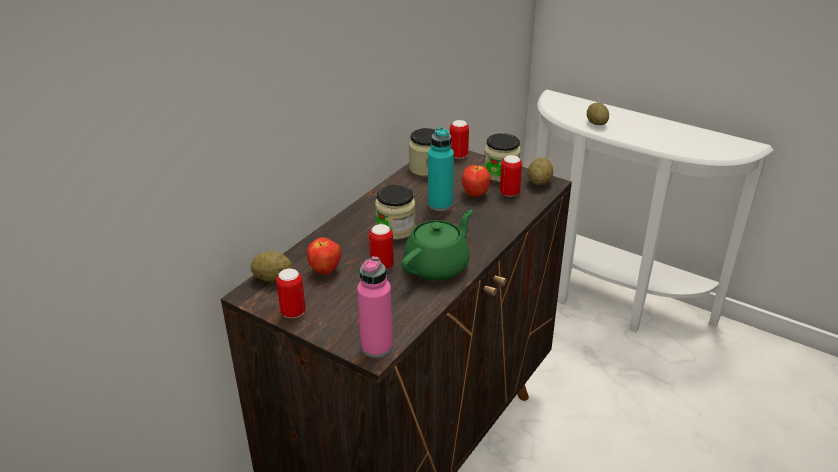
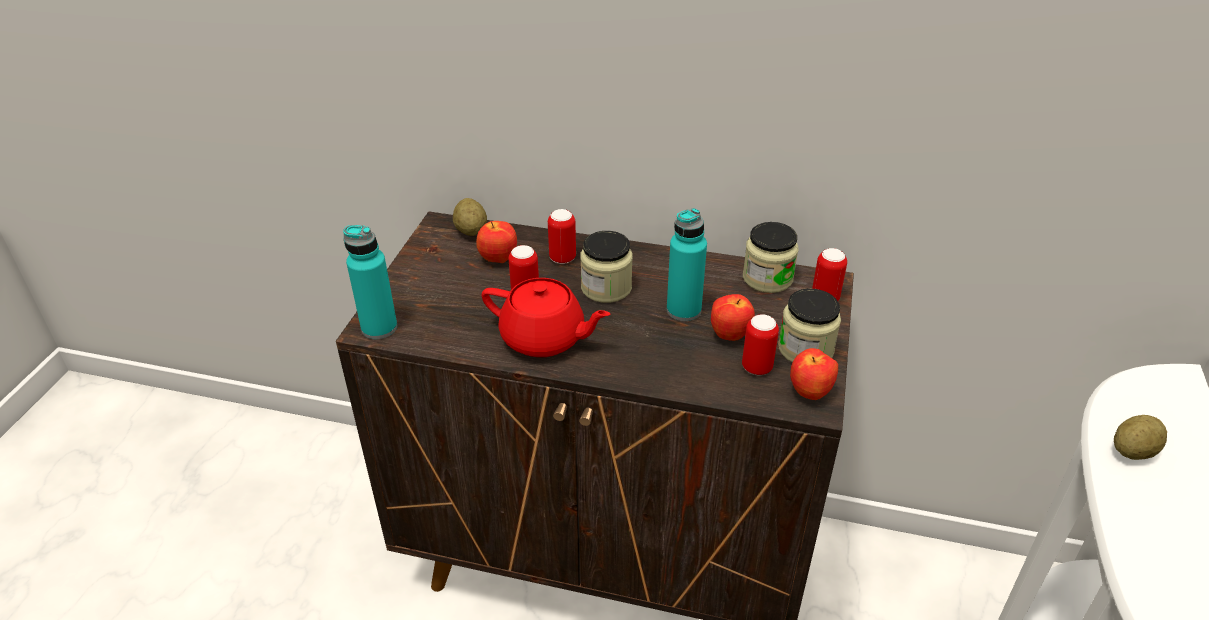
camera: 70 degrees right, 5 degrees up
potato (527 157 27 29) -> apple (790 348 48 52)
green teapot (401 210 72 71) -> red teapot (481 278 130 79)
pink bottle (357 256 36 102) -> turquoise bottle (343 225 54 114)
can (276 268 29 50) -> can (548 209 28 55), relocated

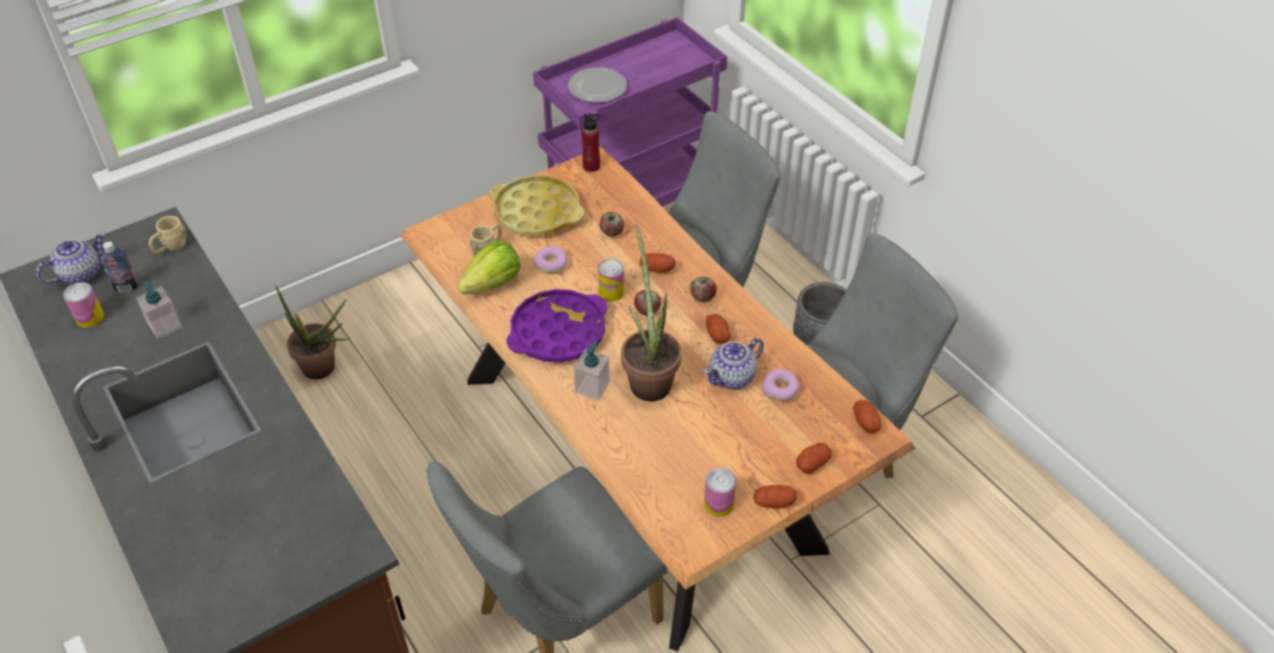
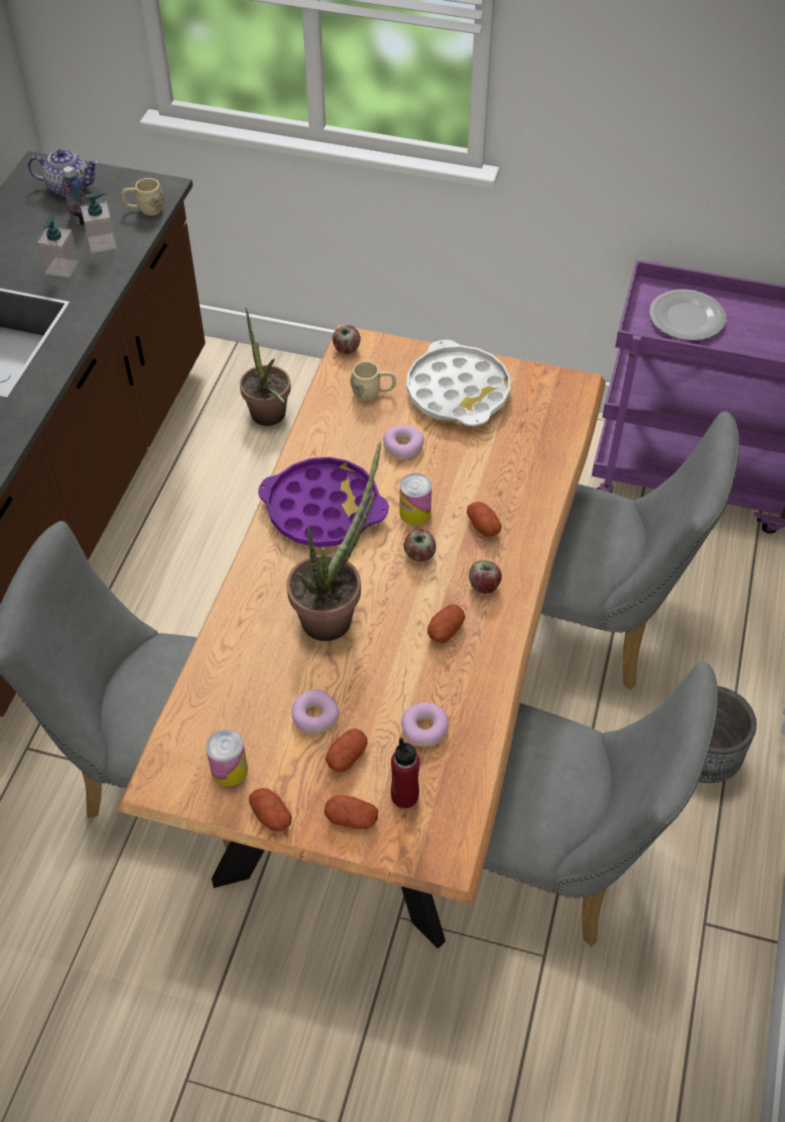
camera: 50 degrees right, 5 degrees up
red bottle (581 114 19 58) -> red bottle (391 737 29 71), relocated
yellow tray (489 175 95 61) -> white tray (407 340 103 86)
apple (600 212 24 25) -> apple (332 325 28 29), relocated
lettuce (457 241 64 53) -> none
can (63 282 41 46) -> none
teapot (703 338 61 51) -> none
soap dispenser (574 339 36 62) -> soap dispenser (80 192 37 61), relocated
potato (853 400 29 33) -> potato (326 728 42 44), relocated
none -> donut (292 689 47 45)

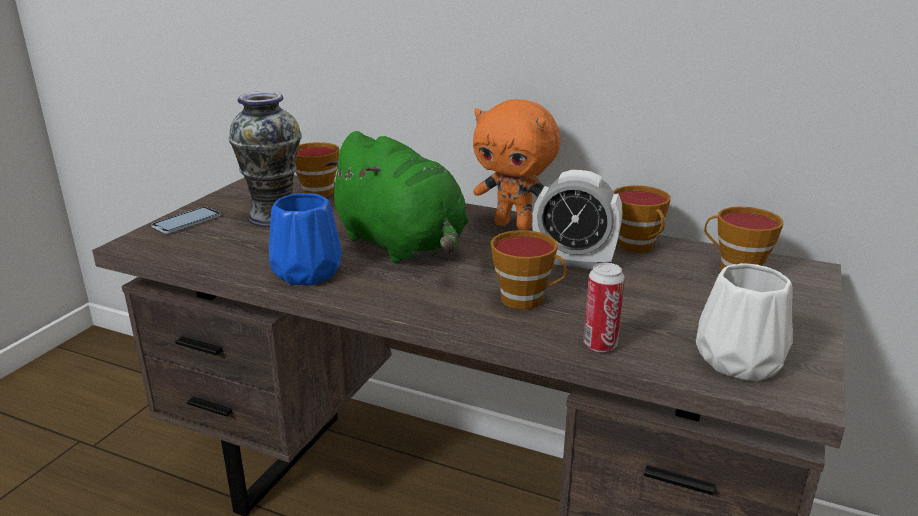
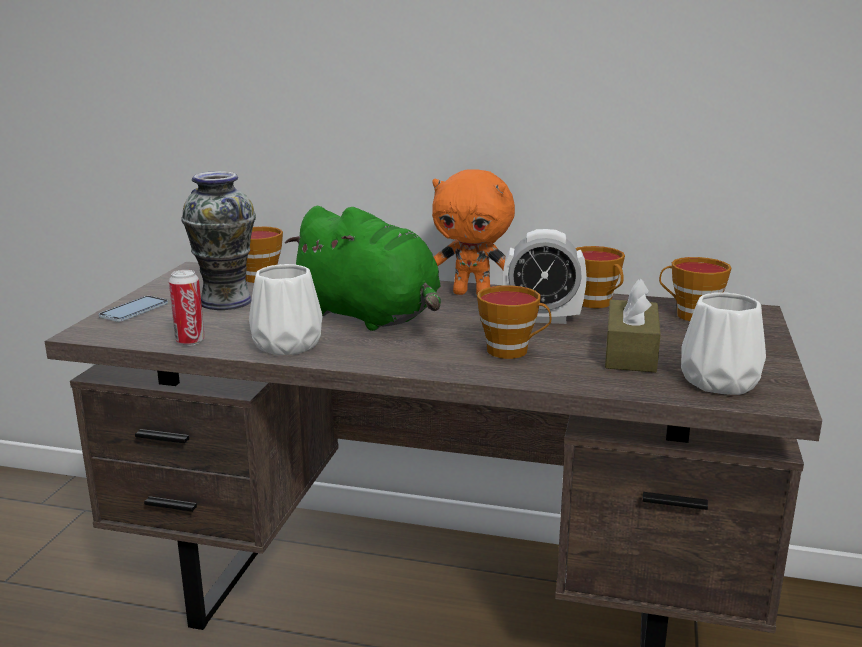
camera: 10 degrees left, 5 degrees down
blue vase (269 193 73 92) -> white vase (249 264 73 91)
can (583 262 42 90) -> can (169 270 36 76), relocated
none -> brown tissue box (605 279 56 94)

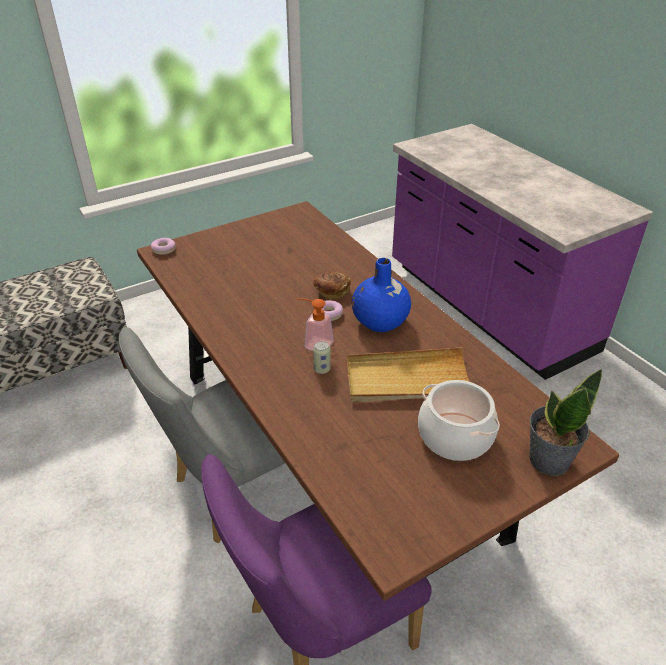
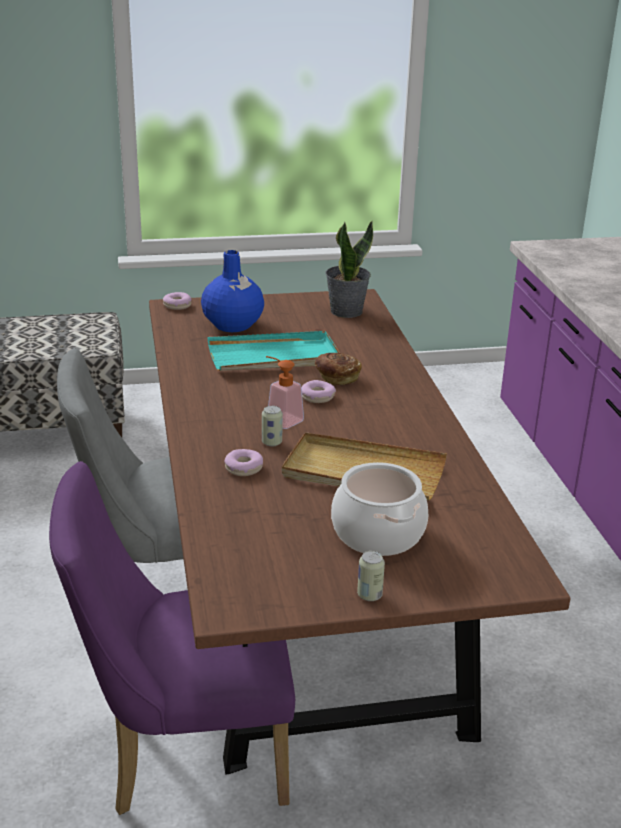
camera: 20 degrees right, 10 degrees down
blue vase (352 258 59 74) -> blue vase (201 250 63 82), relocated
potted plant (530 369 72 107) -> potted plant (325 221 48 97), relocated
none -> turquoise tray (207 331 133 40)
none -> donut (225 449 38 27)
none -> can (357 551 28 50)

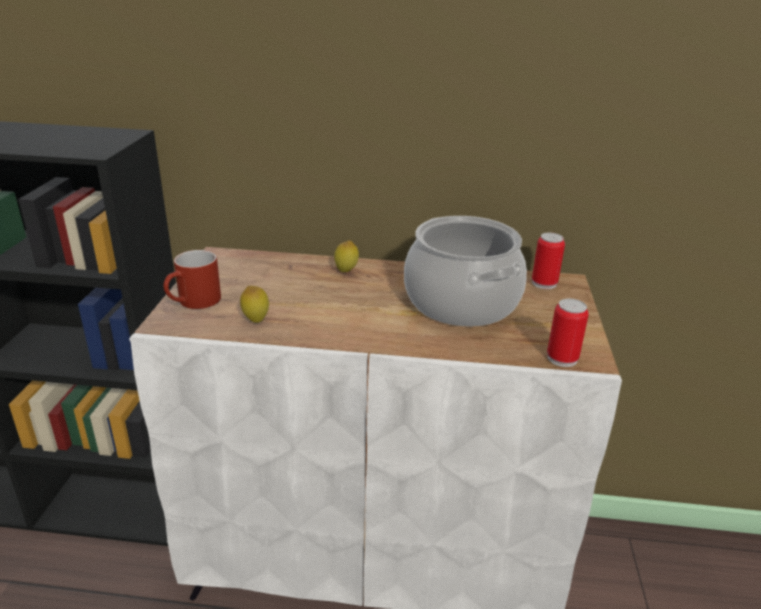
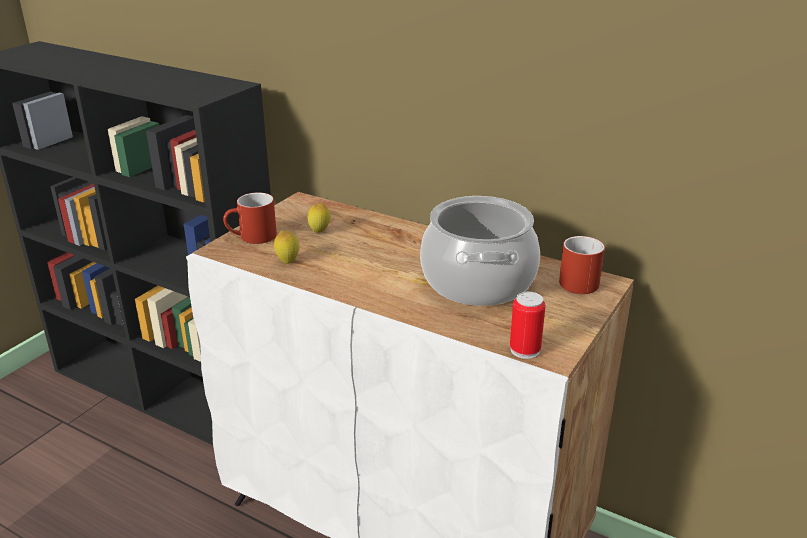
camera: 25 degrees right, 0 degrees up
can (532 232 33 57) -> red mug (559 236 46 58)
lemon (334 240 25 32) -> lemon (307 203 24 30), relocated

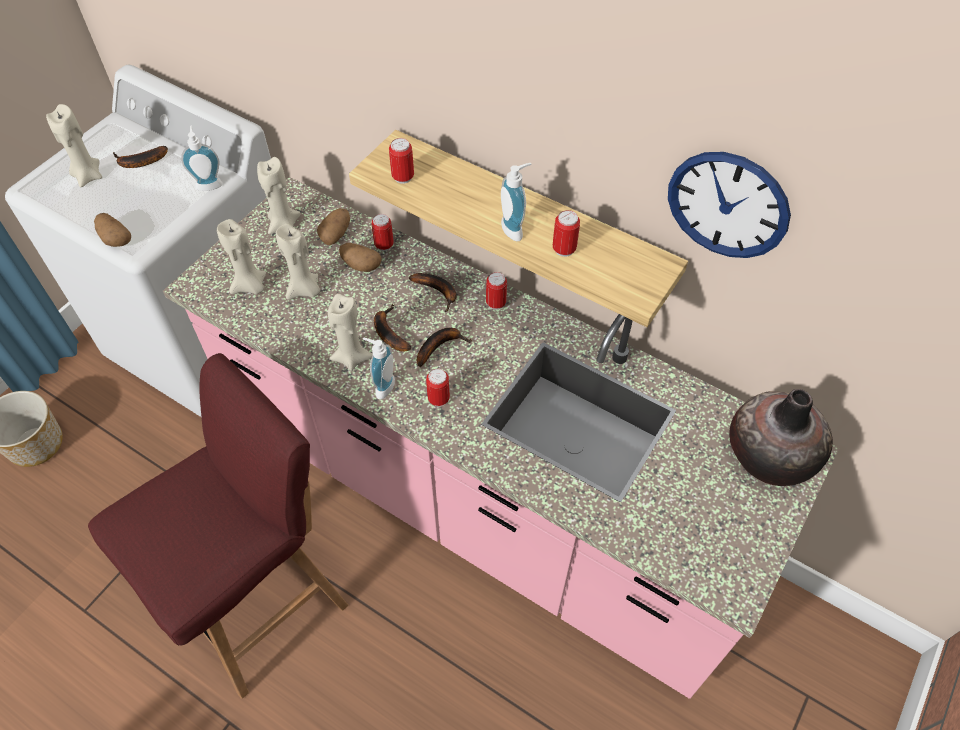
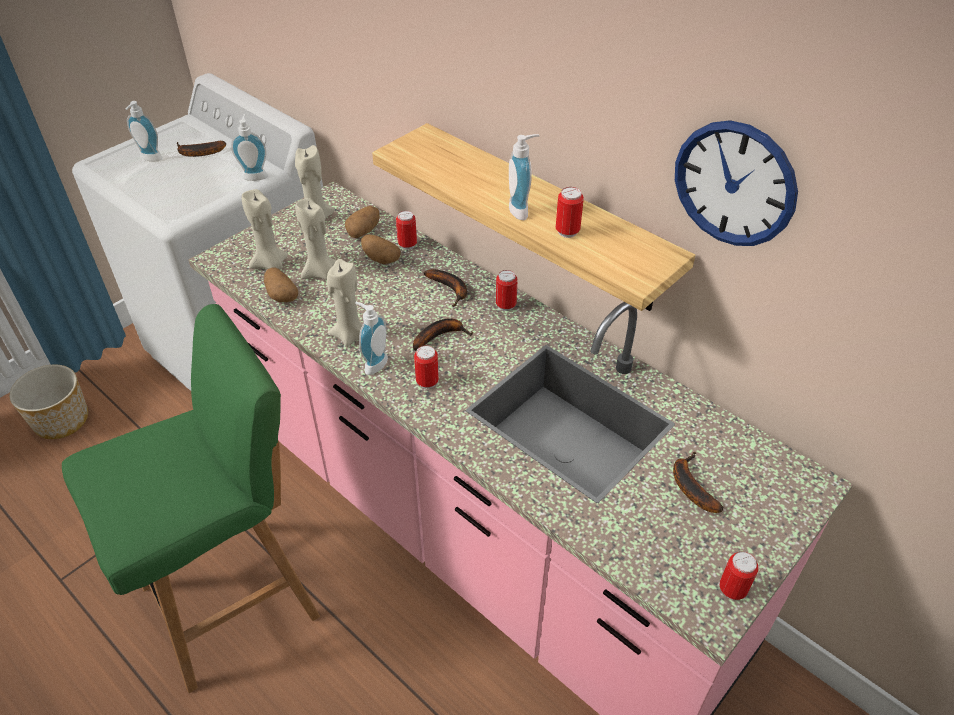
camera: 10 degrees right, 10 degrees down
beige candle (46 104 56 84) -> soap dispenser (126 101 37 60)
can (389 138 25 45) -> can (719 552 39 48), relocated
potato (94 213 37 34) -> potato (264 267 34 35), relocated
banana (374 304 37 47) -> banana (673 451 51 62), relocated
red stool (88 353 260 346) -> green stool (62 304 258 389)
vase (729 389 104 97) -> none

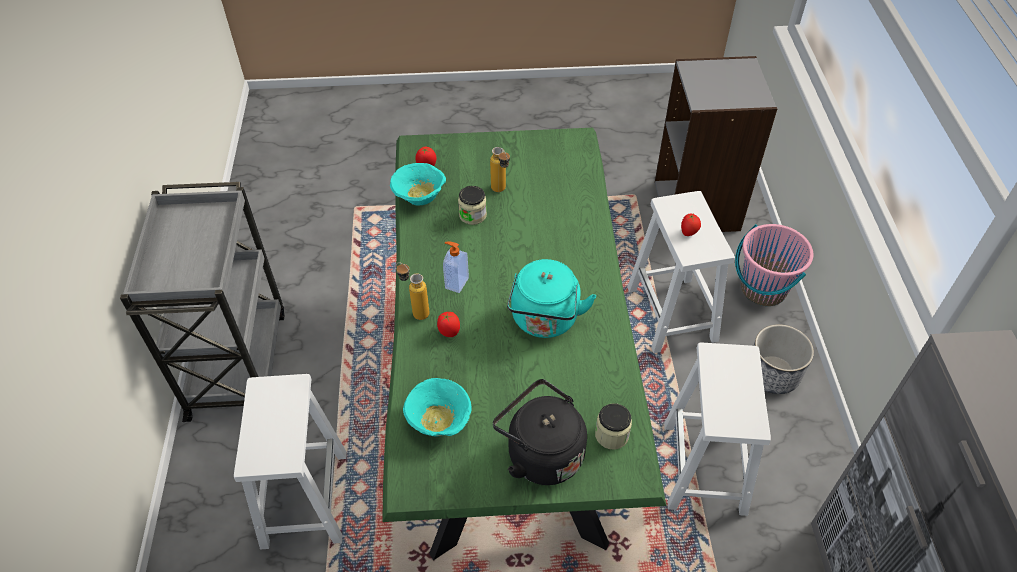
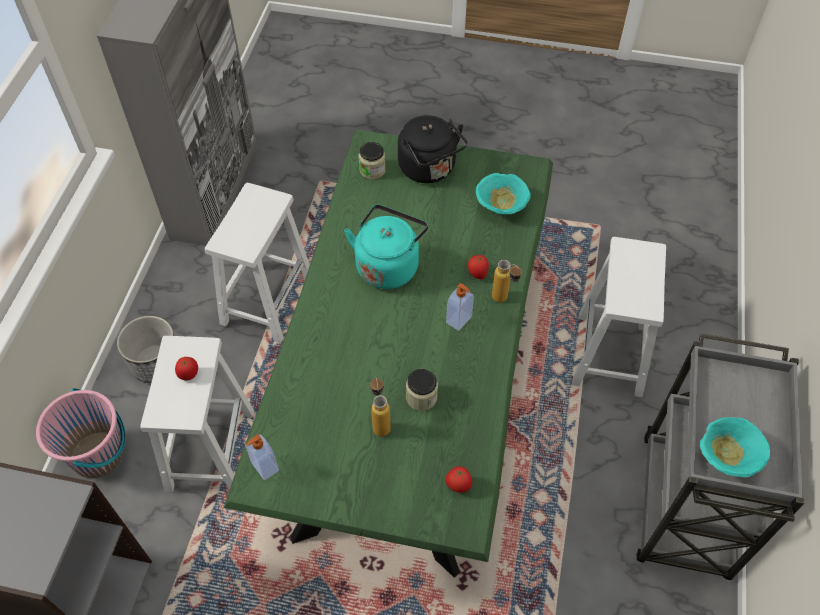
camera: 165 degrees left, 5 degrees up
turquoise bowl (390 163 56 43) -> turquoise bowl (700 417 70 60), relocated
none -> soap dispenser (245 434 34 46)

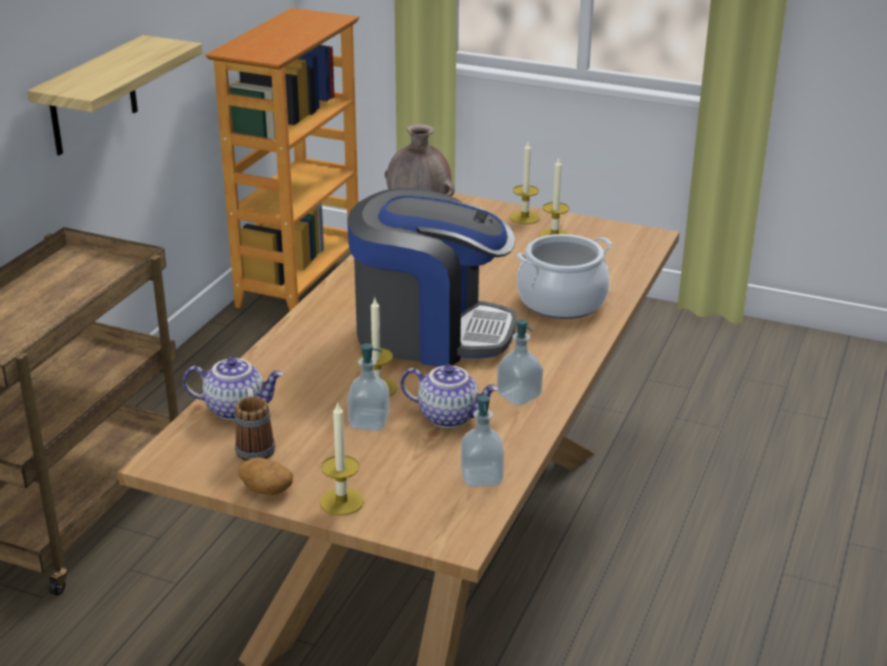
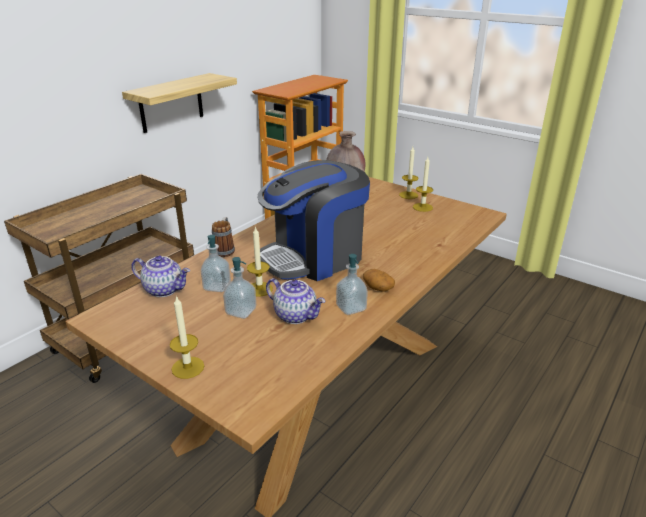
camera: 15 degrees right, 0 degrees up
coffee machine (347 188 169 179) -> coffee machine (257 160 113 121), 120 degrees clockwise
cooking pot (517 234 95 85) -> none
mug (235 389 40 72) -> mug (212 217 23 40), relocated
soap dispenser (461 395 43 92) -> soap dispenser (201 235 30 57), relocated
potato (238 457 55 38) -> potato (363 269 32 23), relocated

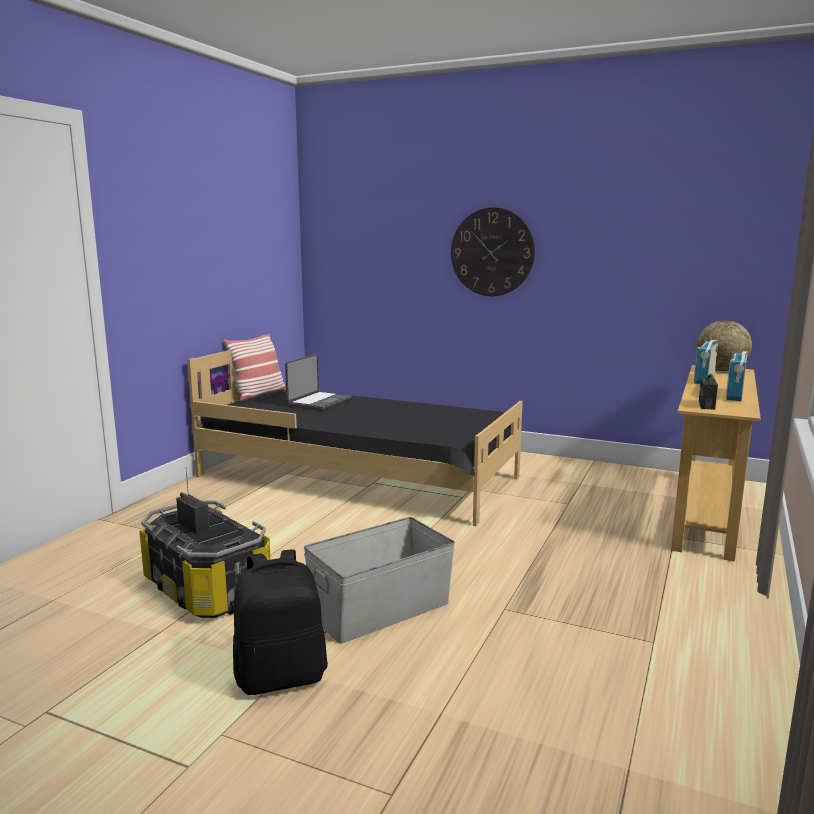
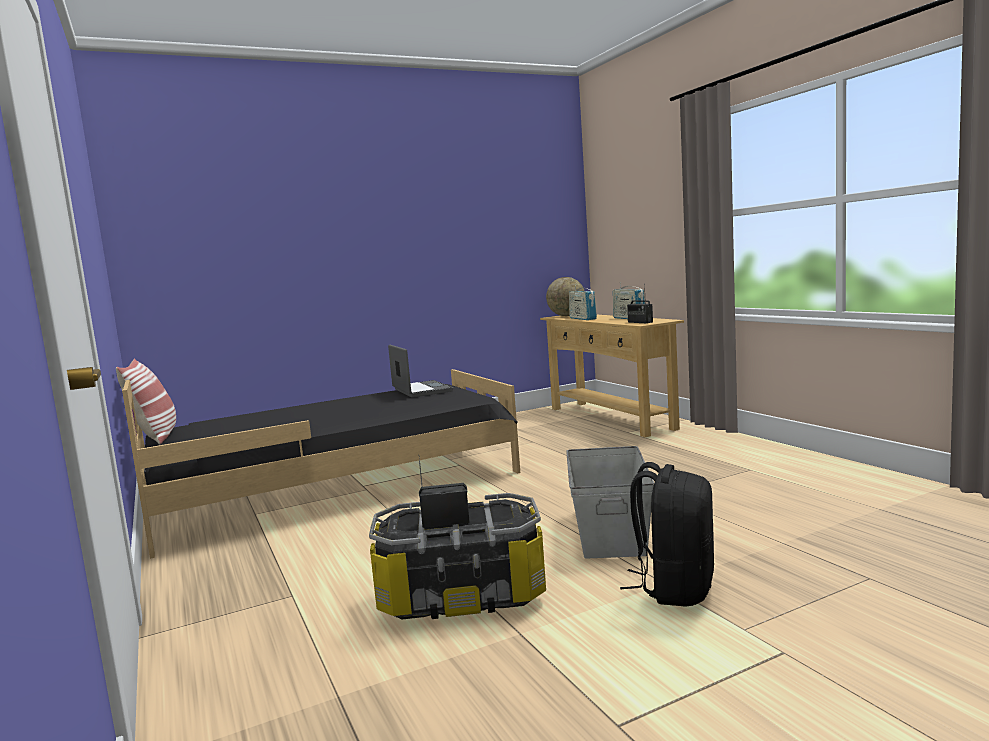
camera: 50 degrees left, 5 degrees down
wall clock (451 207 84 89) -> none
laptop (285 354 66 57) -> laptop (388 345 65 53), relocated

